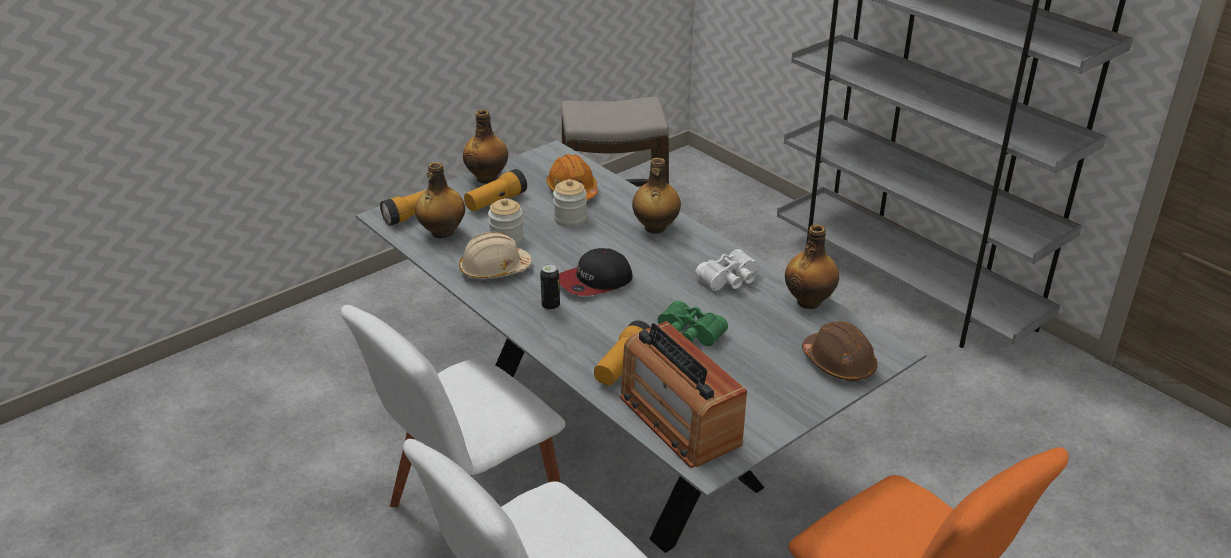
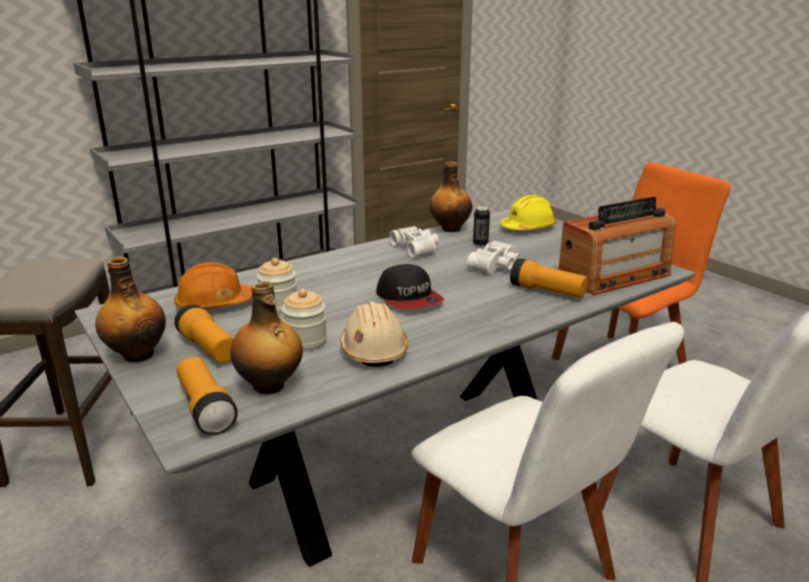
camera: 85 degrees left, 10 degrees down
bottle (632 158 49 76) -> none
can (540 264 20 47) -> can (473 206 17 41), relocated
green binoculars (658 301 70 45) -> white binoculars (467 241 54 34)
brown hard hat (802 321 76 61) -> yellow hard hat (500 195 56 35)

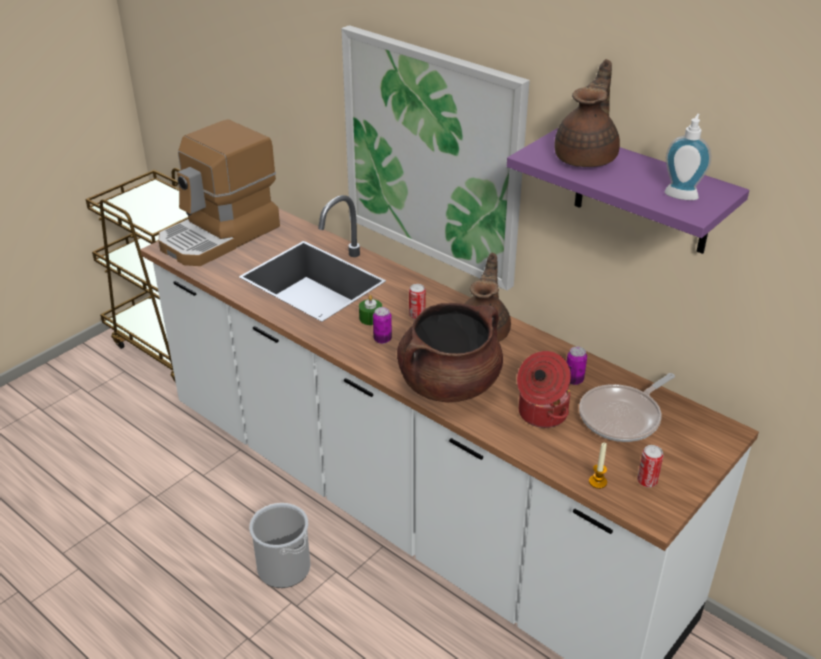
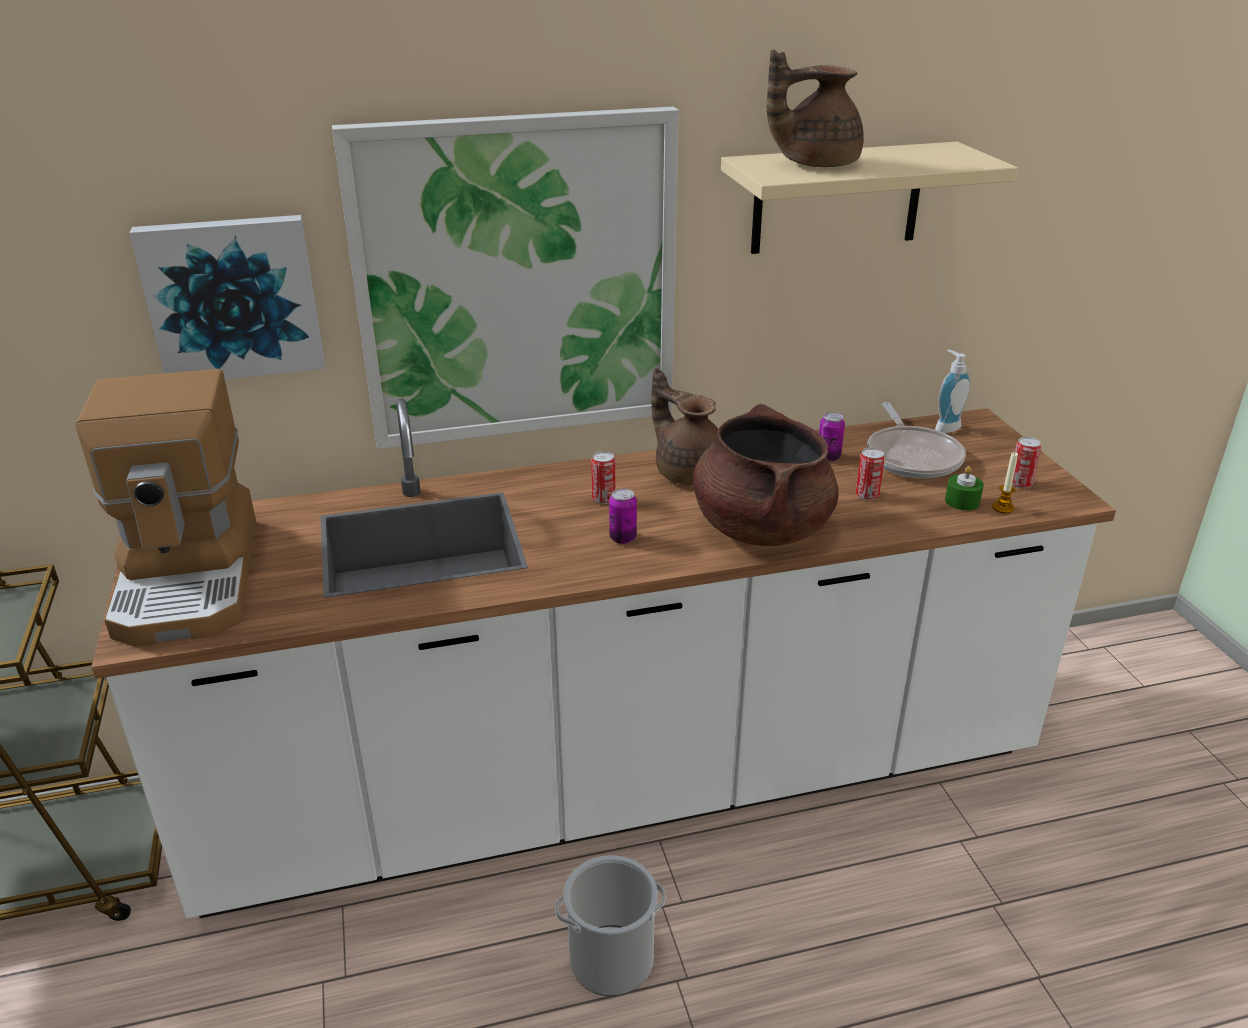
camera: 55 degrees left, 5 degrees down
brown teapot (554 59 66 108) -> brown teapot (767 50 97 117), 75 degrees counterclockwise
soap dispenser (664 114 47 86) -> soap dispenser (935 350 36 83), relocated
purple shelf (507 127 242 127) -> beige shelf (721 142 297 112)
green candle (359 295 23 30) -> green candle (945 466 39 45), relocated
cooking pot (517 351 54 77) -> can (856 448 29 52)
none -> picture (130 215 195 164)

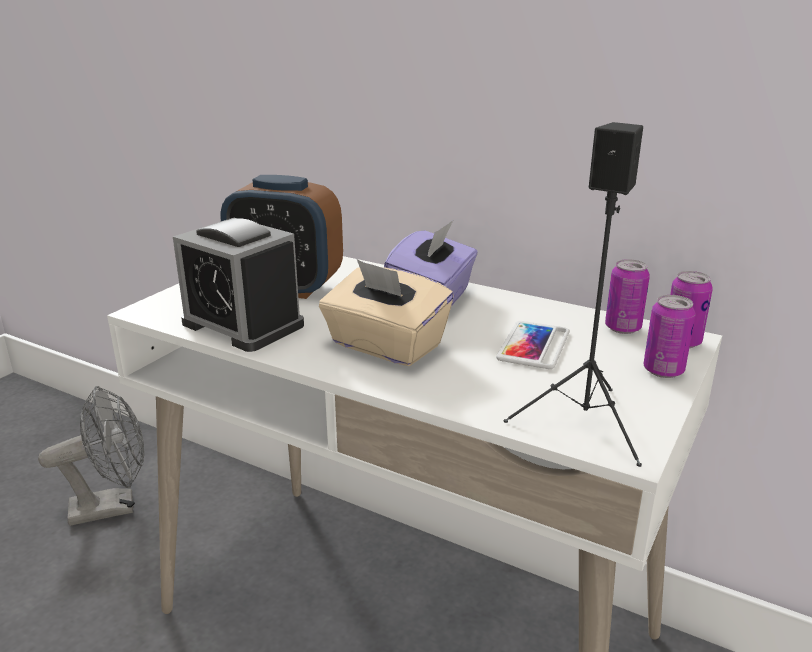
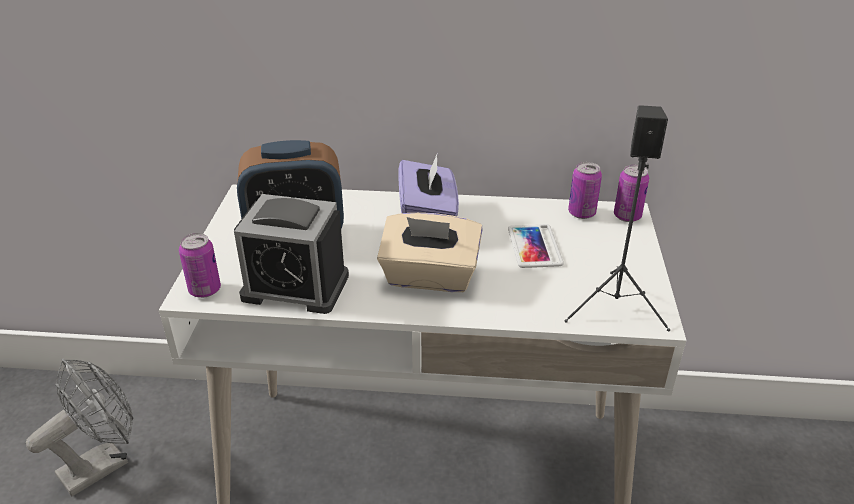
camera: 25 degrees left, 10 degrees up
can (643 295 52 83) -> can (179 233 42 65), relocated

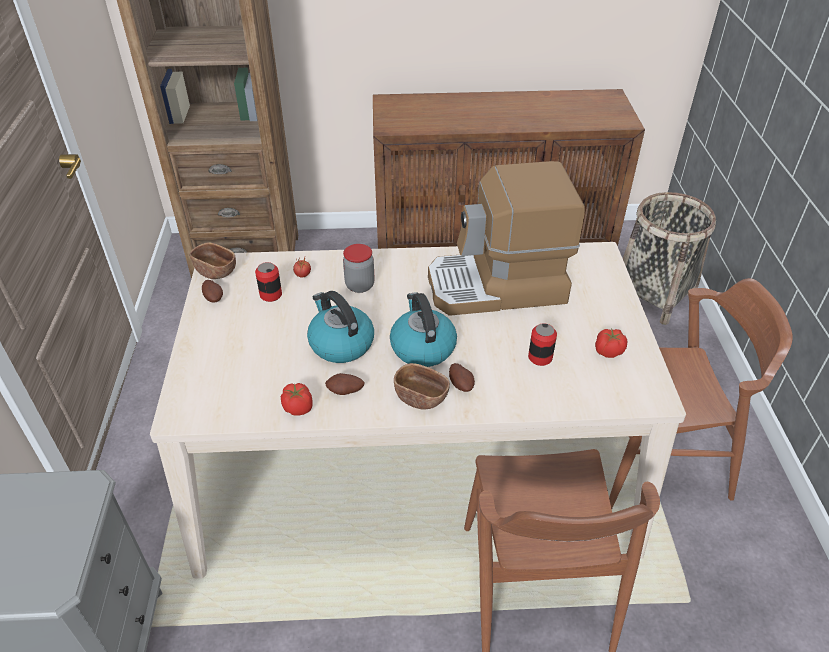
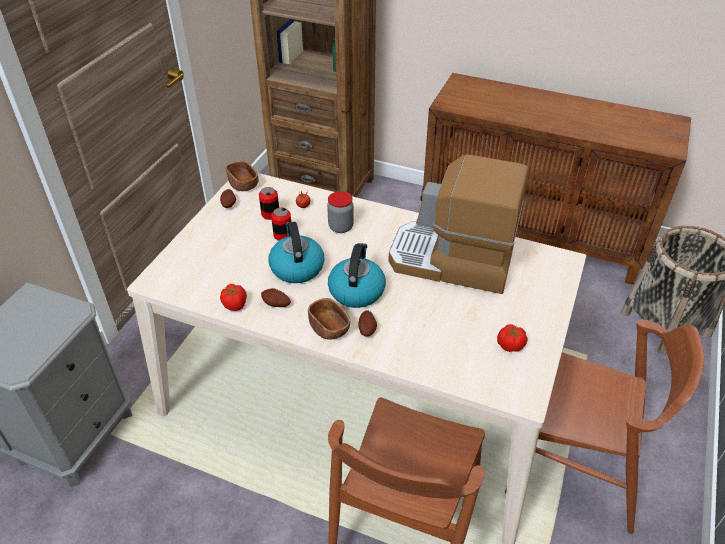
camera: 25 degrees right, 0 degrees up
can (528 323 29 43) -> can (271 208 20 33), relocated

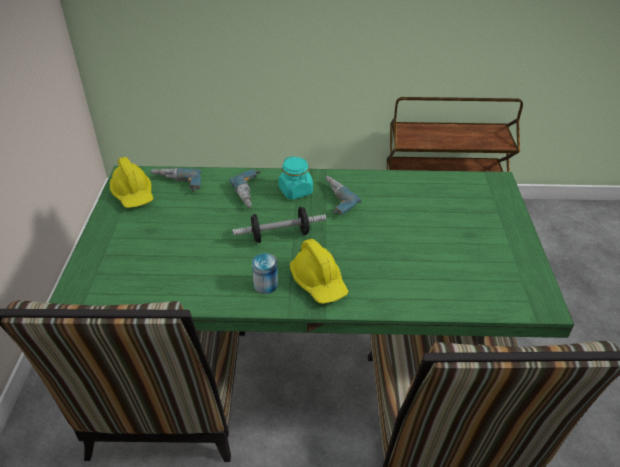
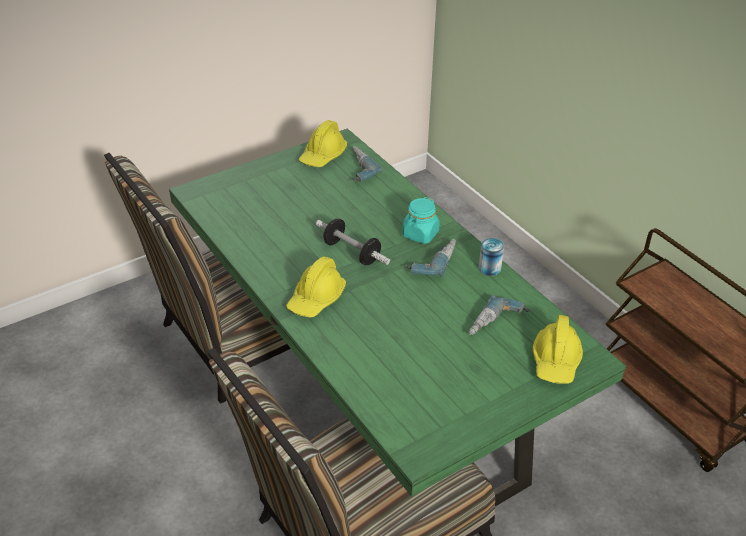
camera: 55 degrees right, 0 degrees up
power drill (230 169 31 39) -> power drill (469 295 61 40), relocated
can (252 253 26 41) -> can (479 238 25 38), relocated
none -> yellow hard hat (533 315 50 69)

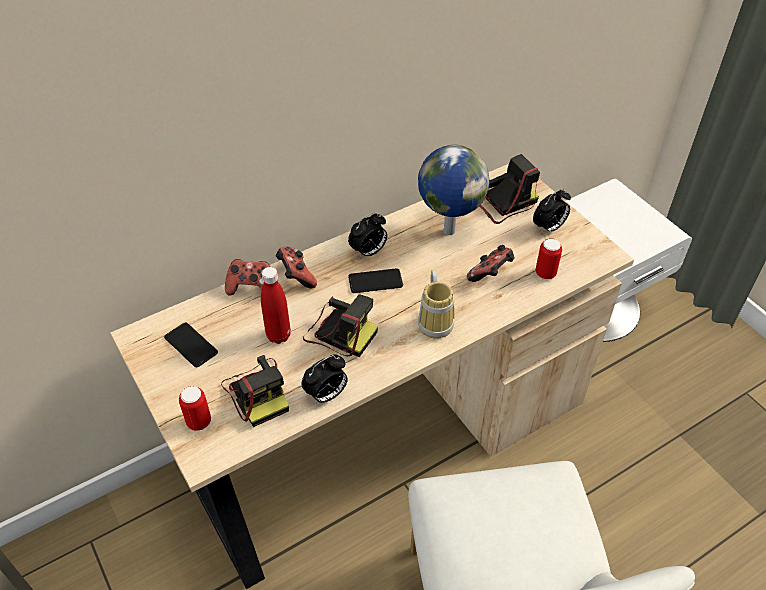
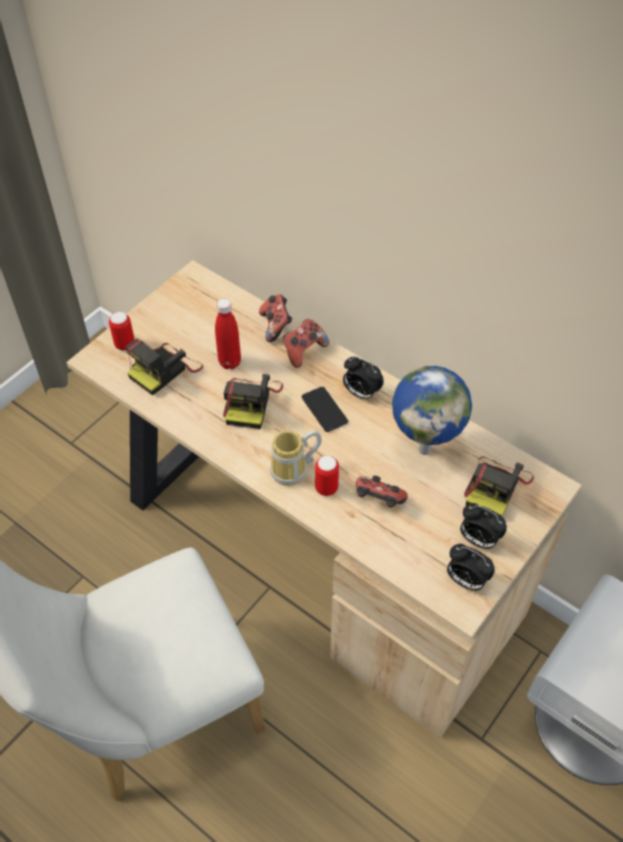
camera: 70 degrees right, 5 degrees up
photo camera (479 154 61 70) -> photo camera (464 457 70 59), 75 degrees clockwise
can (536 239 26 40) -> can (315 455 24 41), relocated
phone (164 323 54 44) -> none
alarm clock (302 355 46 48) -> alarm clock (447 544 48 47), relocated

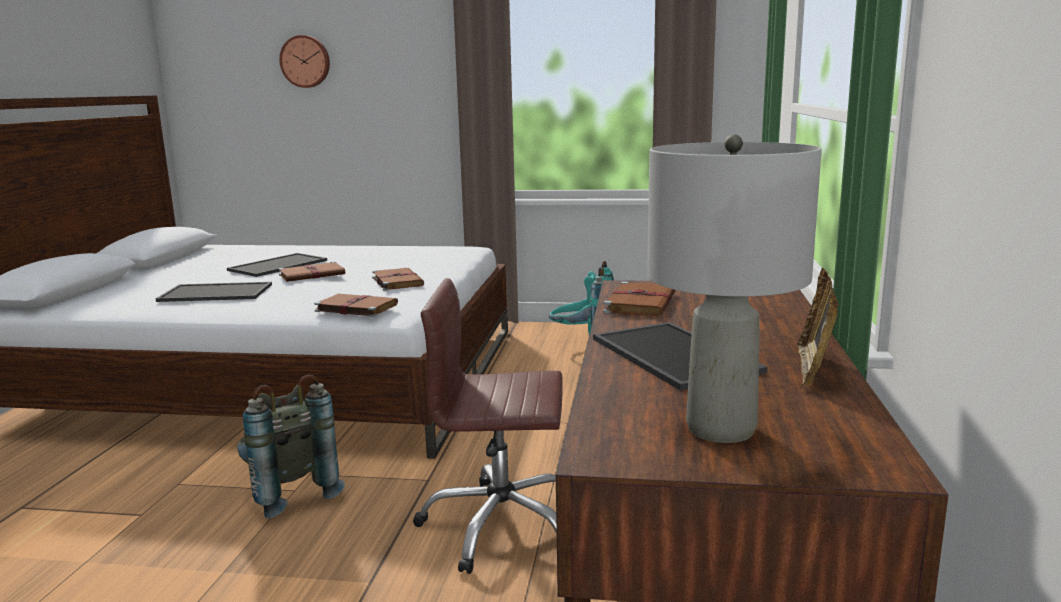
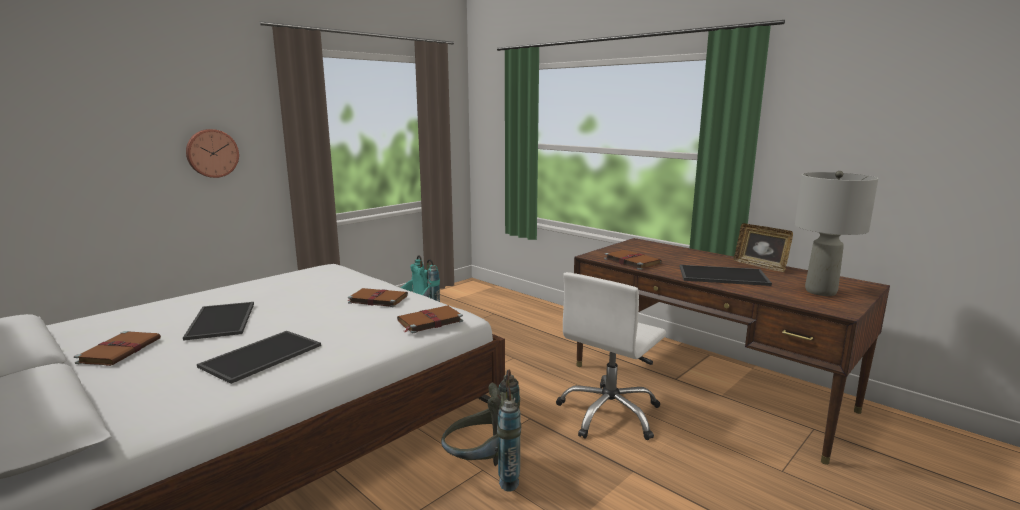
camera: 55 degrees left, 0 degrees up
wall clock (279 35 51 53) -> wall clock (186 129 53 49), relocated
brown book (278 261 67 21) -> brown book (74 331 87 35), relocated
brown office chair (413 278 150 296) -> white office chair (556 272 110 168)

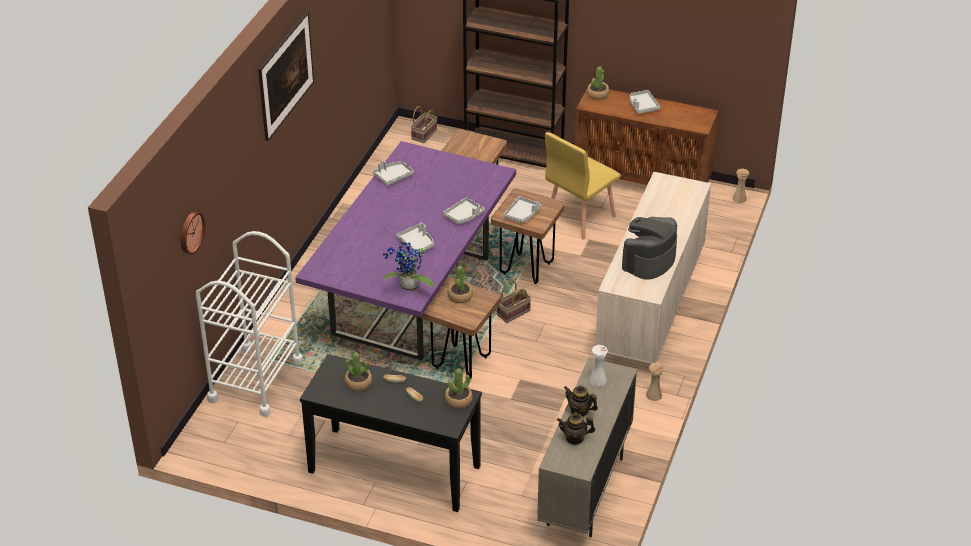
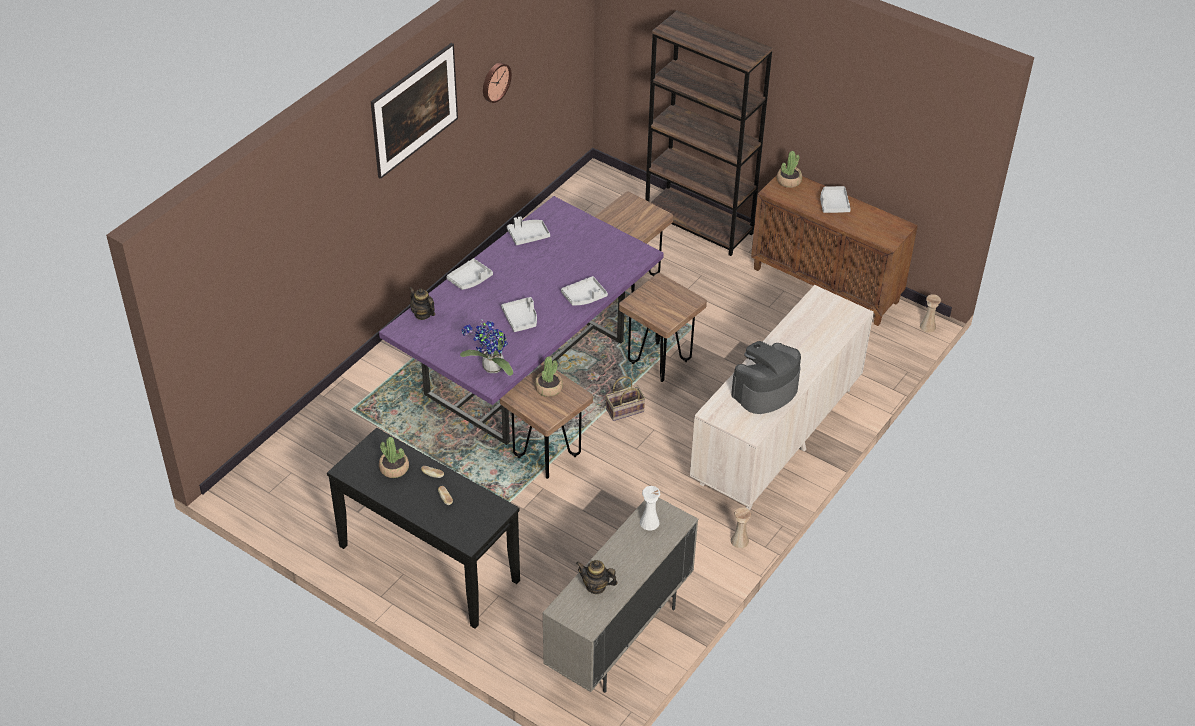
camera: 15 degrees right, 5 degrees up
basket (411 106 26 37) -> none
yellow chair (545 132 76 108) -> none
grey tray (504 196 37 27) -> grey tray (446 258 47 32), relocated
wall clock (181 212 24 43) -> wall clock (483 63 29 40), relocated
white cart (196 231 107 186) -> none
potted plant (445 369 28 40) -> none
teapot (564 385 34 32) -> teapot (410 287 25 33), relocated

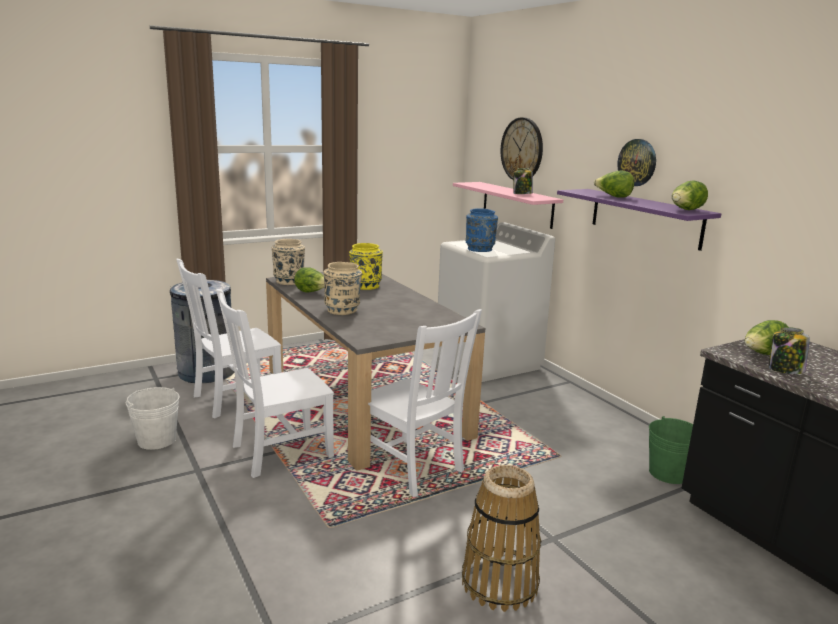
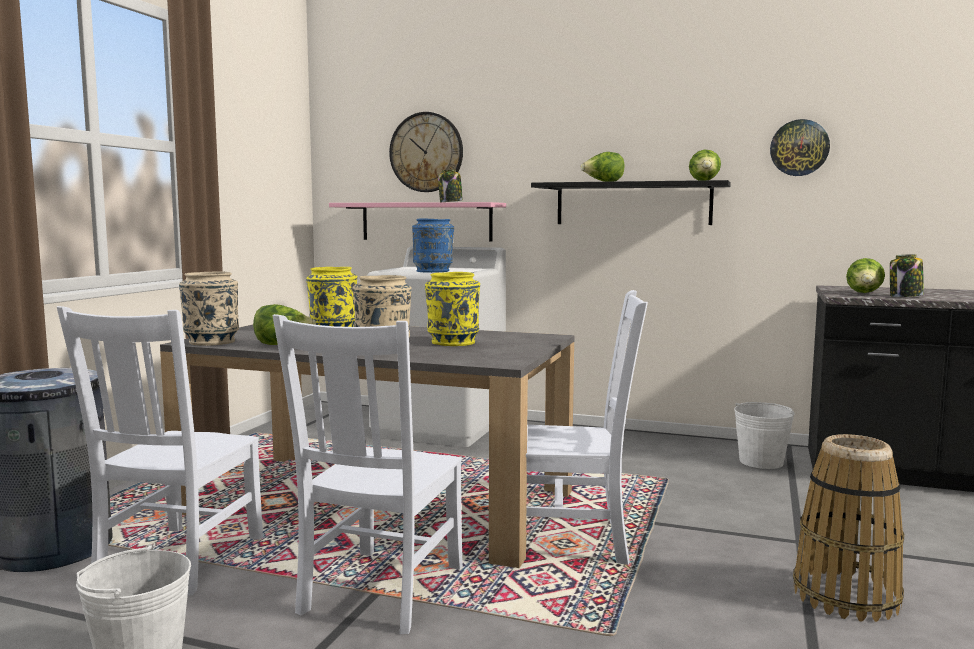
camera: 40 degrees left, 10 degrees down
wall clock (617 139 39 47) -> wall clock (770 119 60 57), relocated
purple shelf (557 189 164 62) -> black shelf (531 180 200 45)
green bucket (649 416 44 68) -> white bucket (734 402 61 67)
none -> yellow vase (425 272 55 74)

